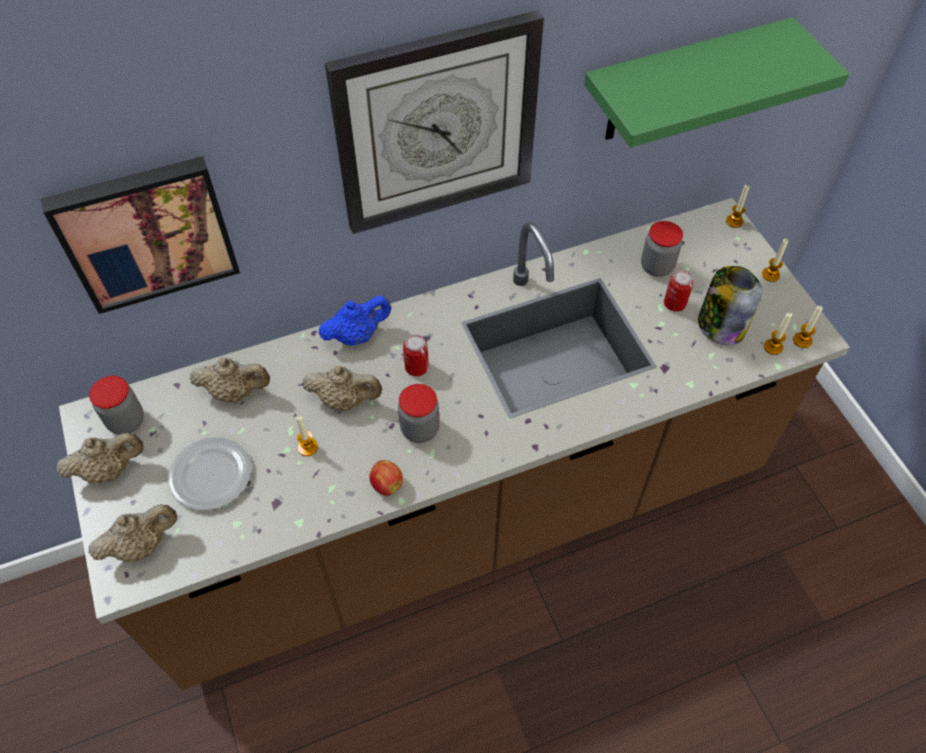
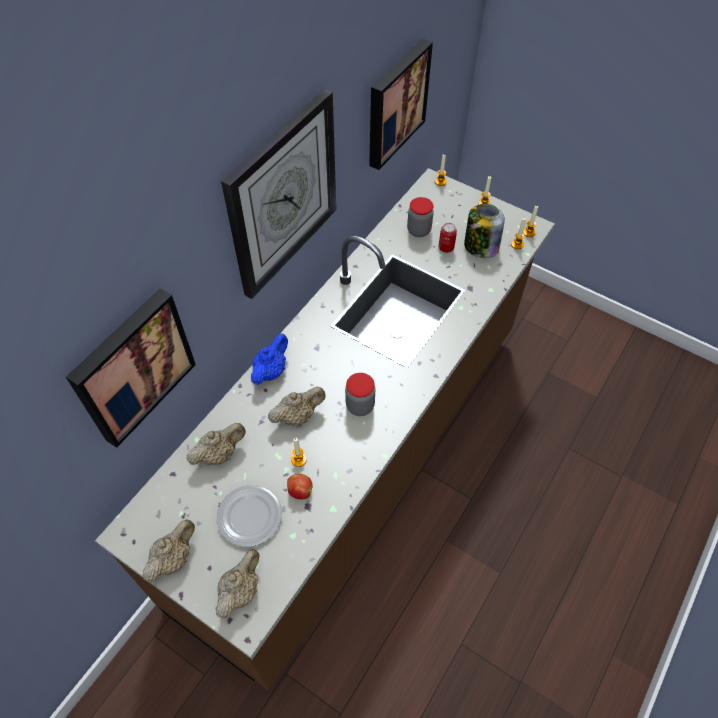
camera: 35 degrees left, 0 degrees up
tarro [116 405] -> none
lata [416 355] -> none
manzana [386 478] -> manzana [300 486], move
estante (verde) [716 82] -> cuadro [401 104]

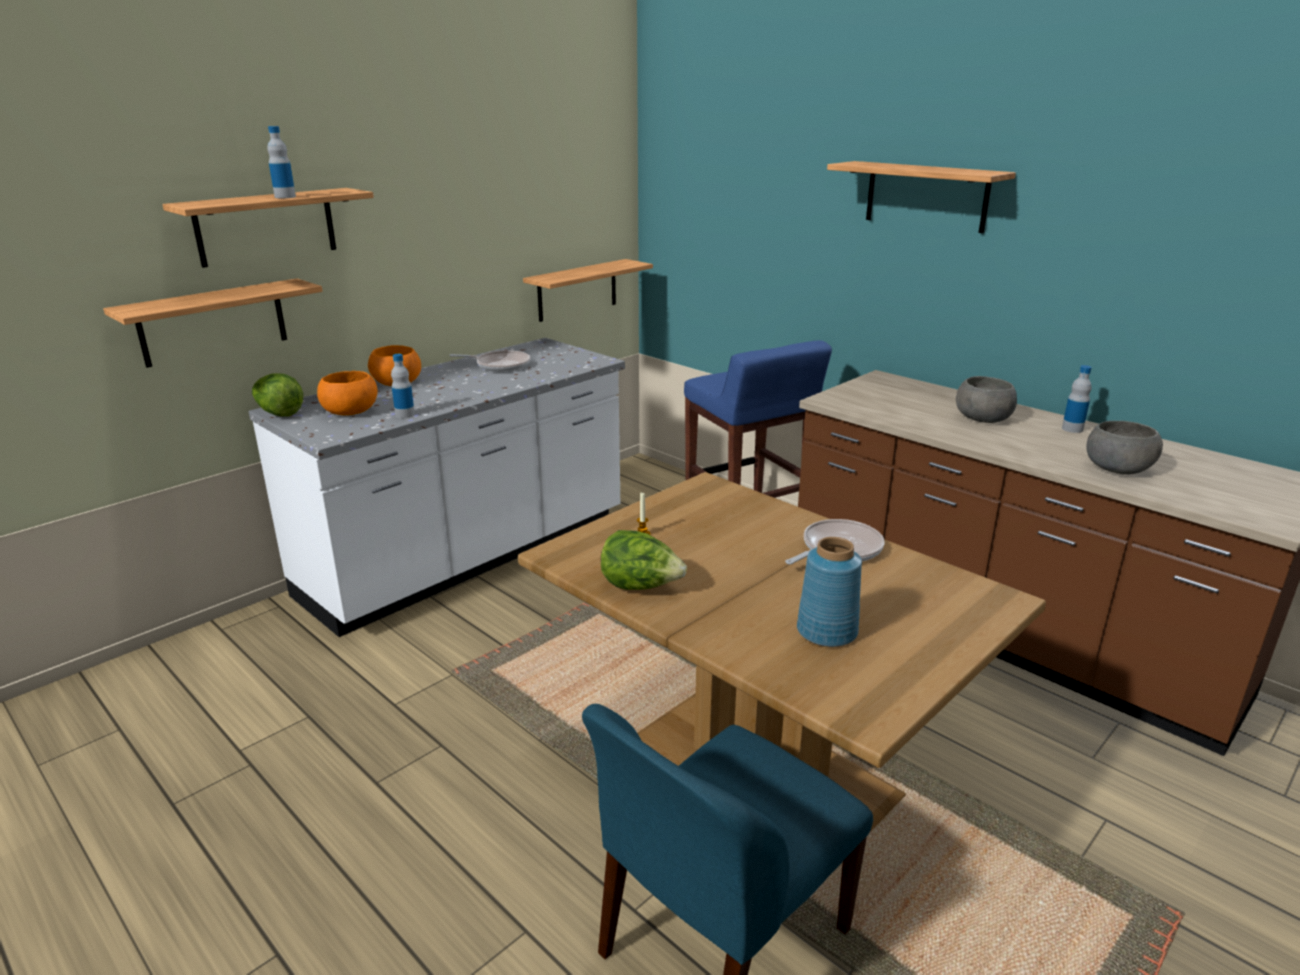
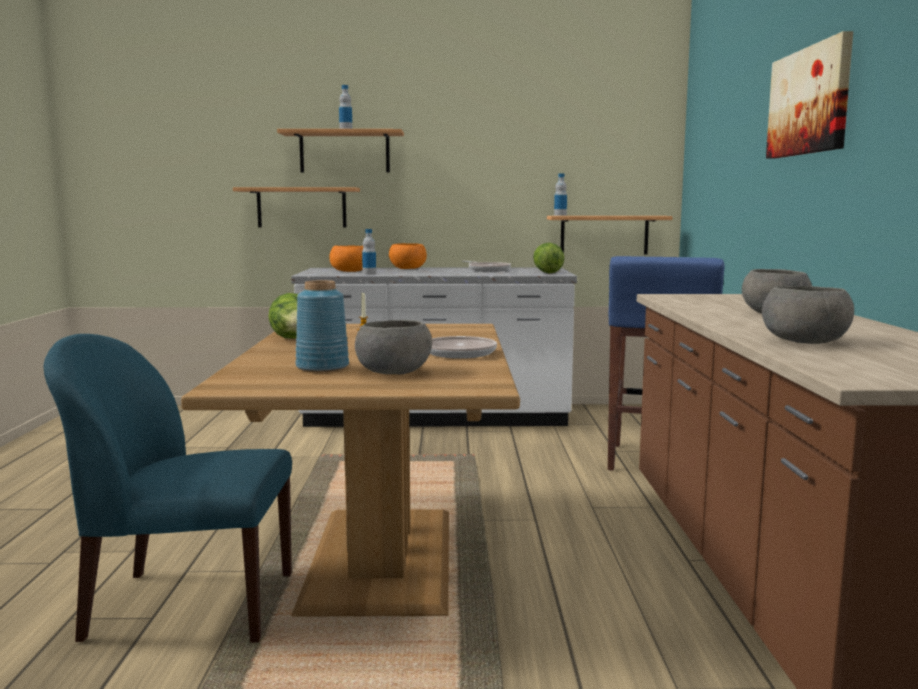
camera: 45 degrees right, 15 degrees down
none -> cuenco (gris) [393 347]
lechuga [277 395] -> lechuga [548 258], move
botella [1077 399] -> botella [560 195], move
estante [921 197] -> cuadro [809 95]

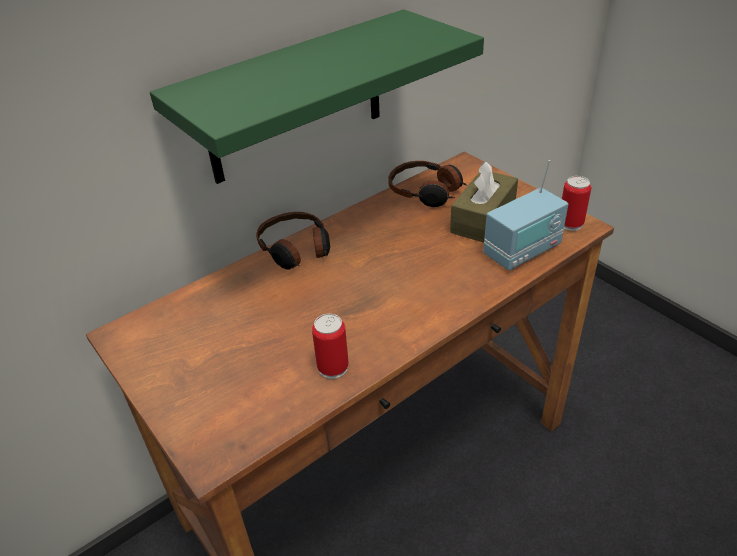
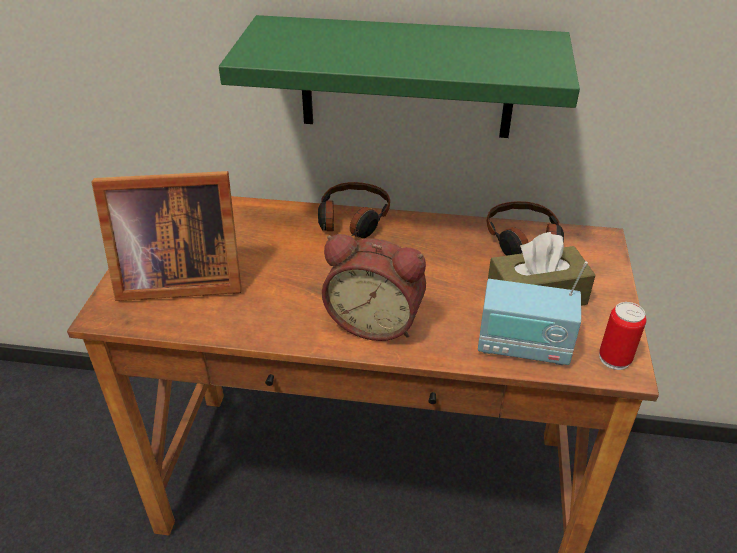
camera: 45 degrees right, 0 degrees up
lata [330 346] -> none
none -> portarretratos [166 236]
none -> despertador [374 287]

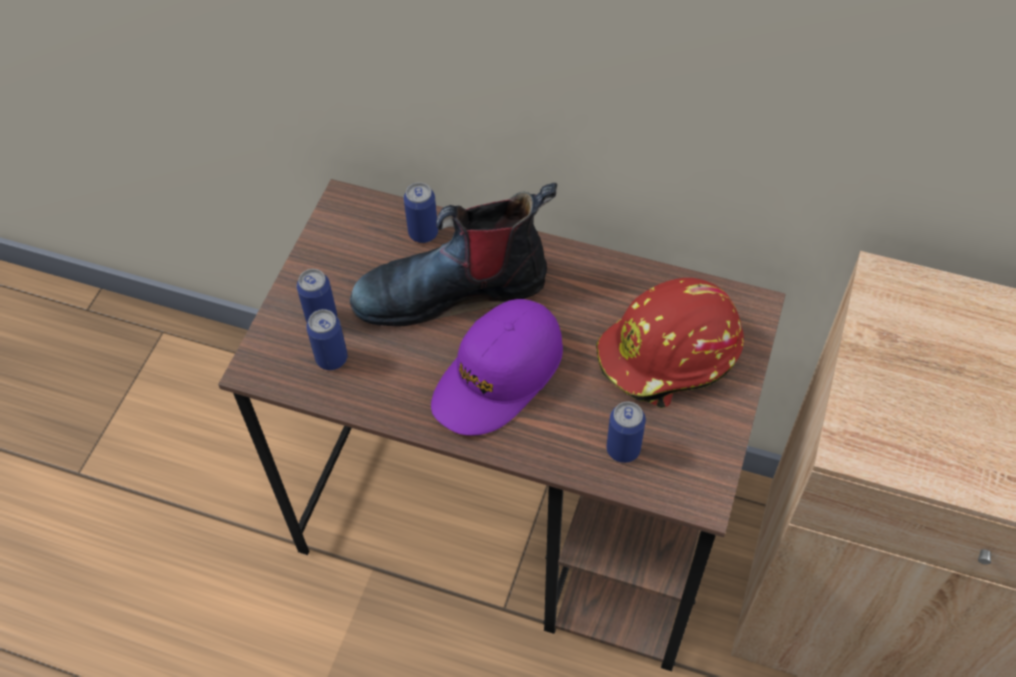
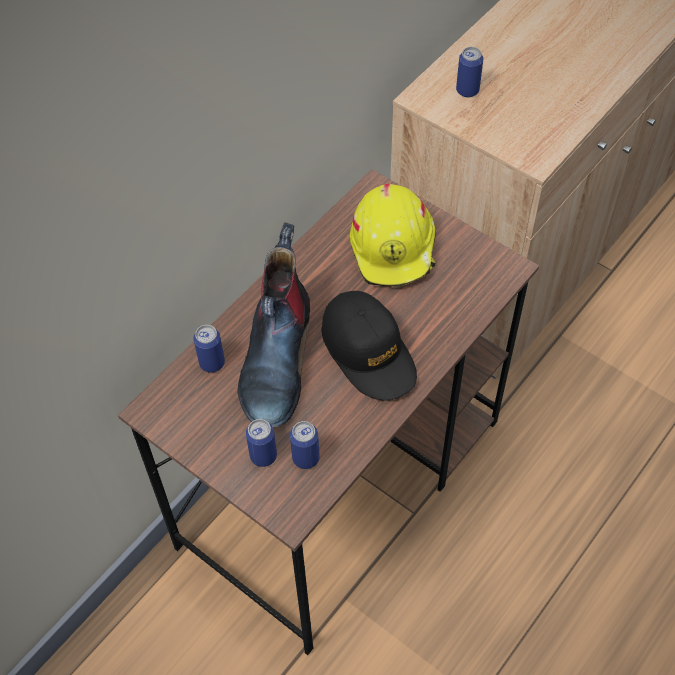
camera: 70 degrees left, 0 degrees up
lata [626 432] -> lata [469 72], move
gorra (morado) [497 367] -> gorra (negro) [369 346]
casco (rojo) [670 343] -> casco (amarillo) [393 235]

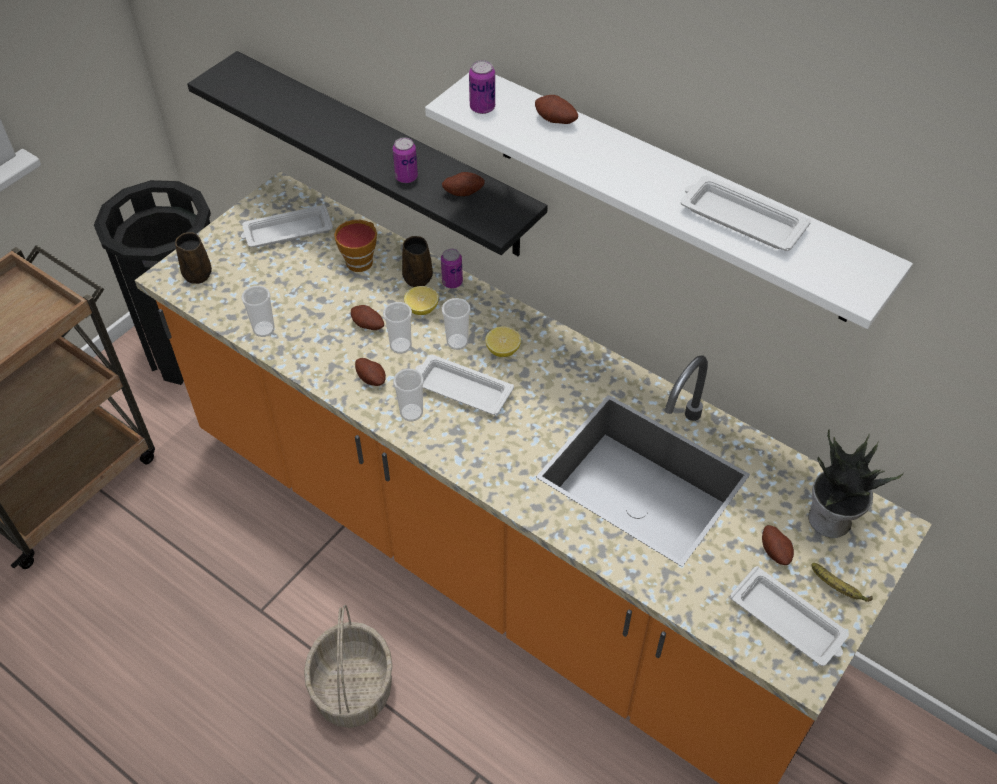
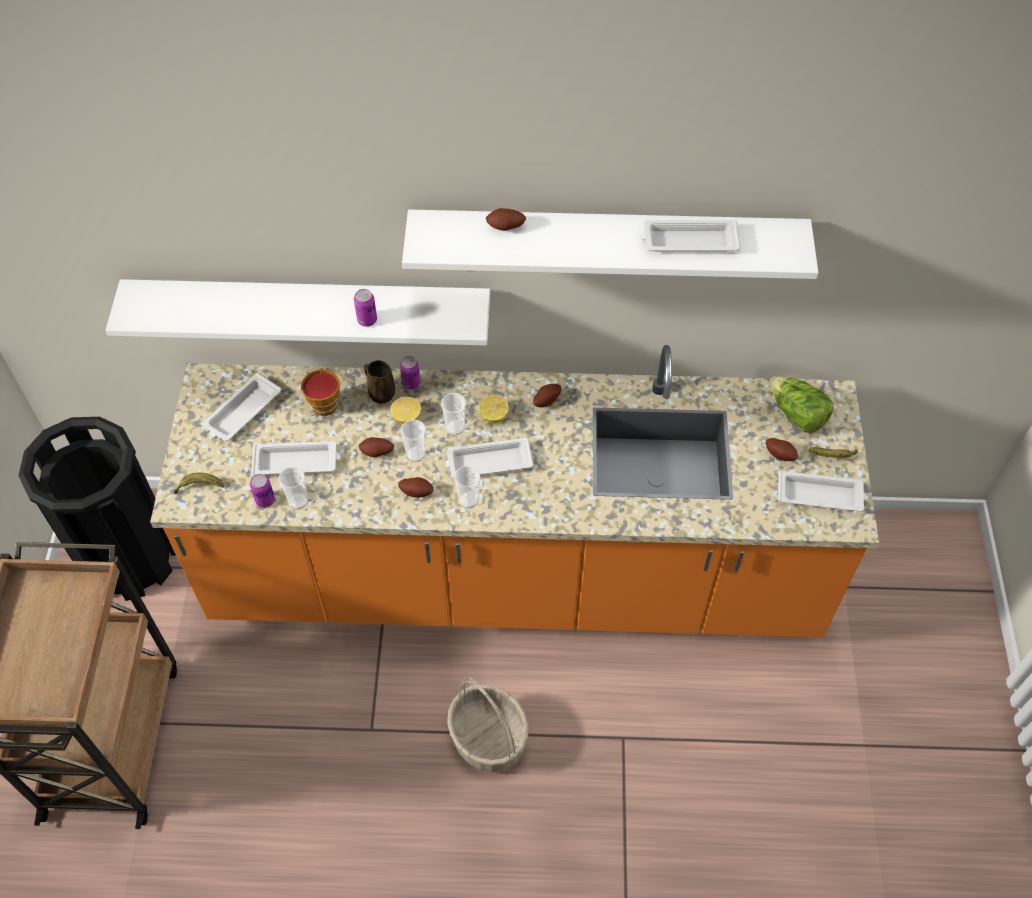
camera: 35 degrees left, 5 degrees up
none -> bandeja (blanco) [295 458]
patata [463 184] -> patata [547 395], move
lata [482 87] -> lata [262 491], move
taza grande (marrón) [193 258] -> plátano [199 483]
planta en maceta [856 483] -> lechuga [801 404]
estante (negro) [367 153] -> estante (blanco) [298 312]

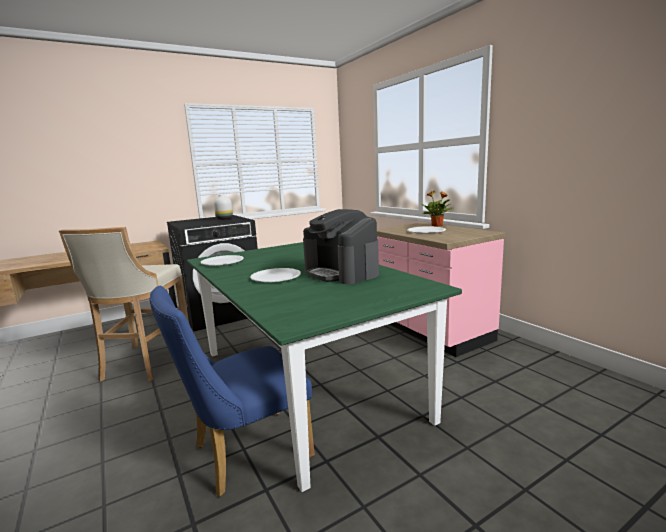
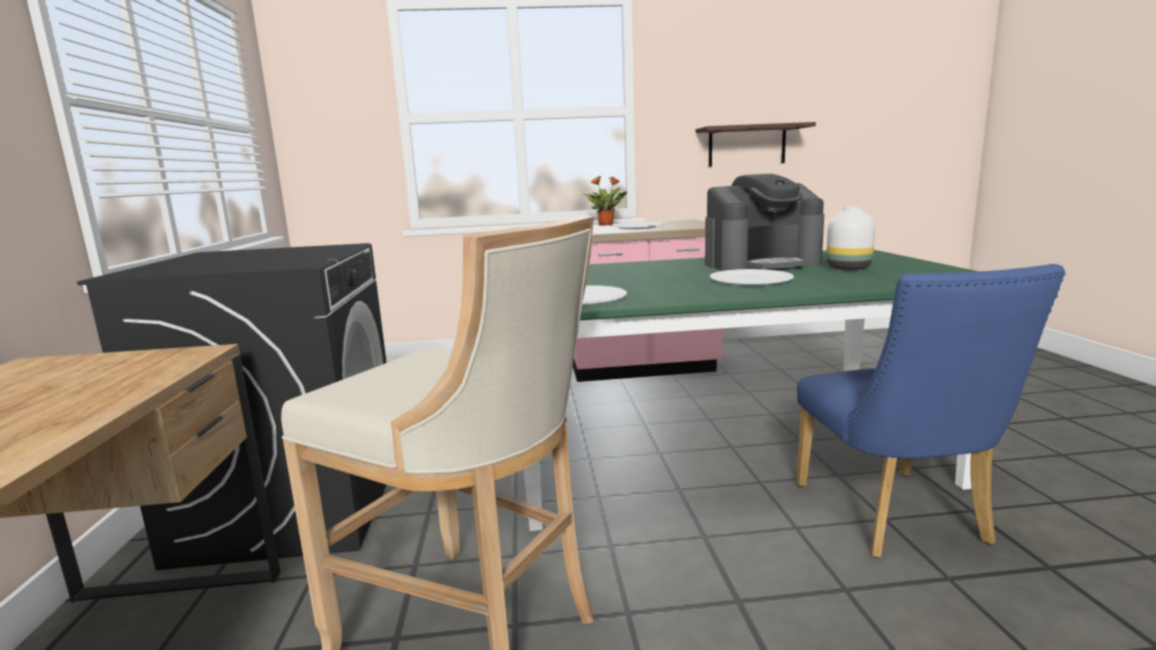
camera: 65 degrees left, 0 degrees up
none -> estante [756 144]
florero (blanco) [223 207] -> florero (blanco) [850 238], move

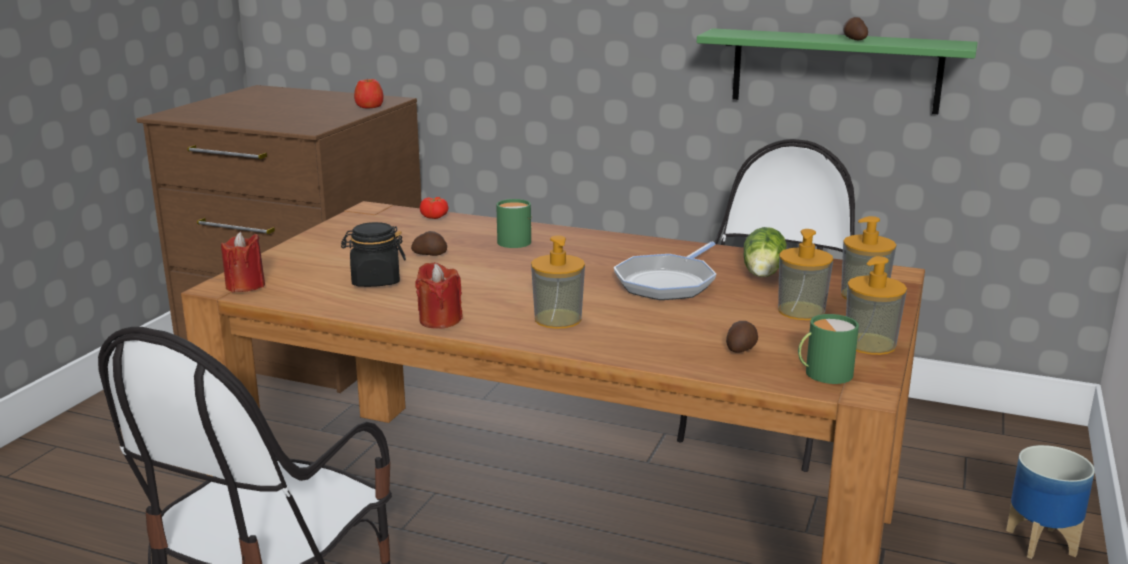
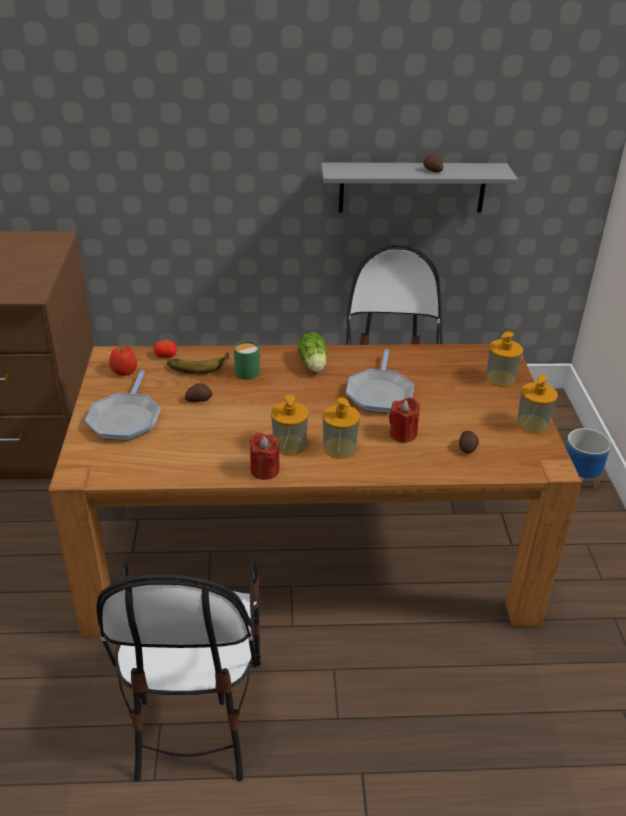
camera: 25 degrees left, 15 degrees up
tarro (negro) [373 254] -> none
taza grande (verde) [828 349] -> none
none -> sartén [122 405]
none -> plátano [198 363]
vela (rojo) [243 262] -> vela (rojo) [404 420], move
manzana [368 94] -> manzana [123 361], move
lechuga [765 252] -> lechuga [313 352], move
dispensador de jabón [805 274] -> dispensador de jabón [290 425], move
estante (verde) [837 71] -> estante (gris) [419 188]

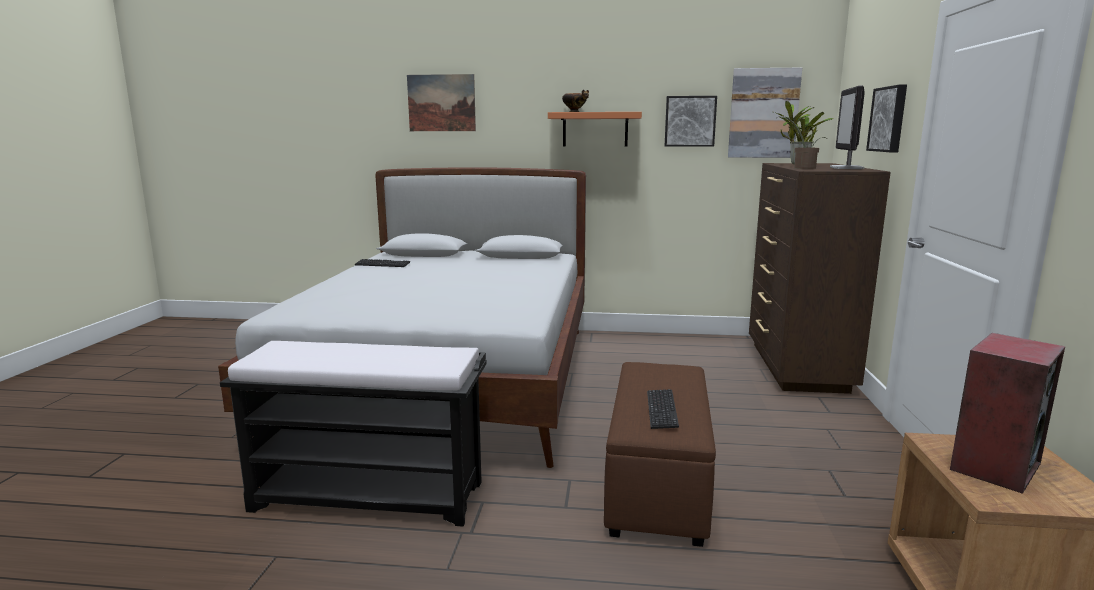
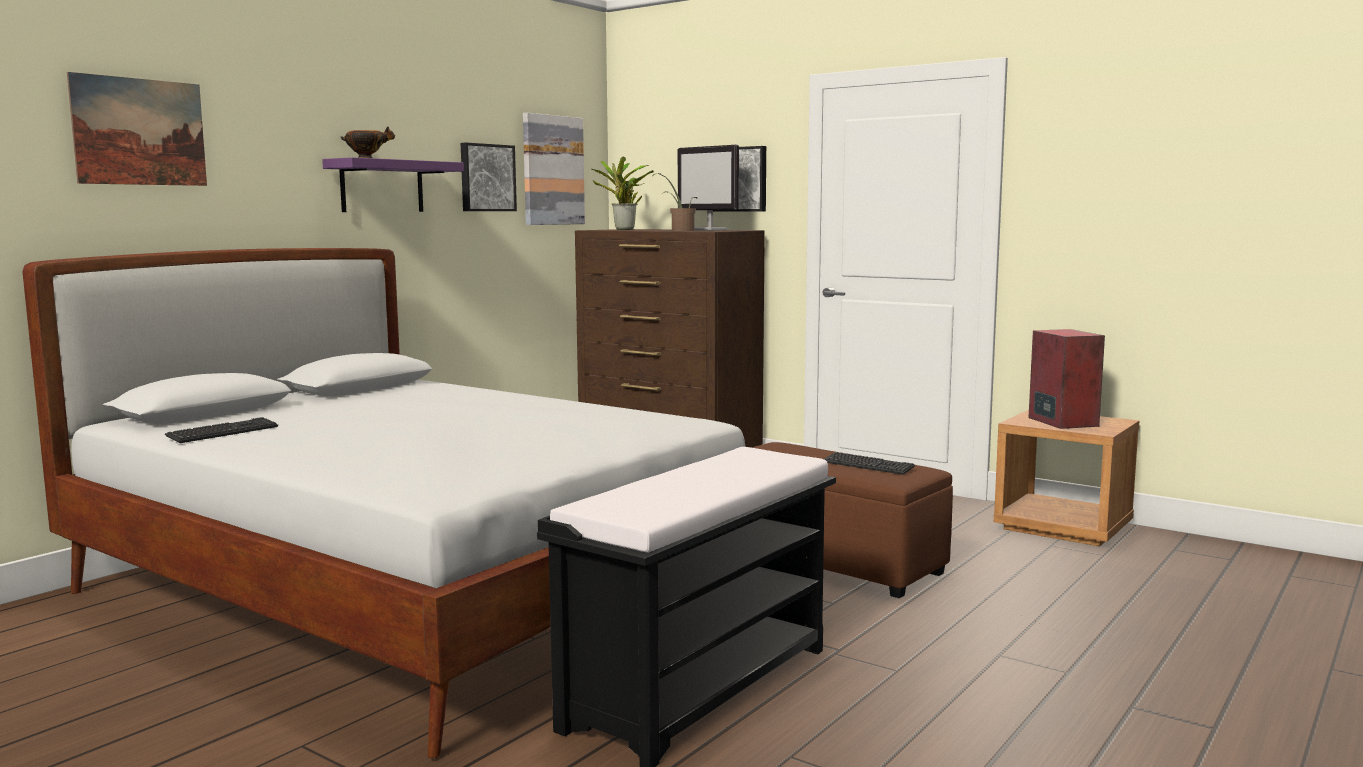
camera: 60 degrees left, 5 degrees down
estante (naranja) [595 129] -> estante (morado) [393 184]

